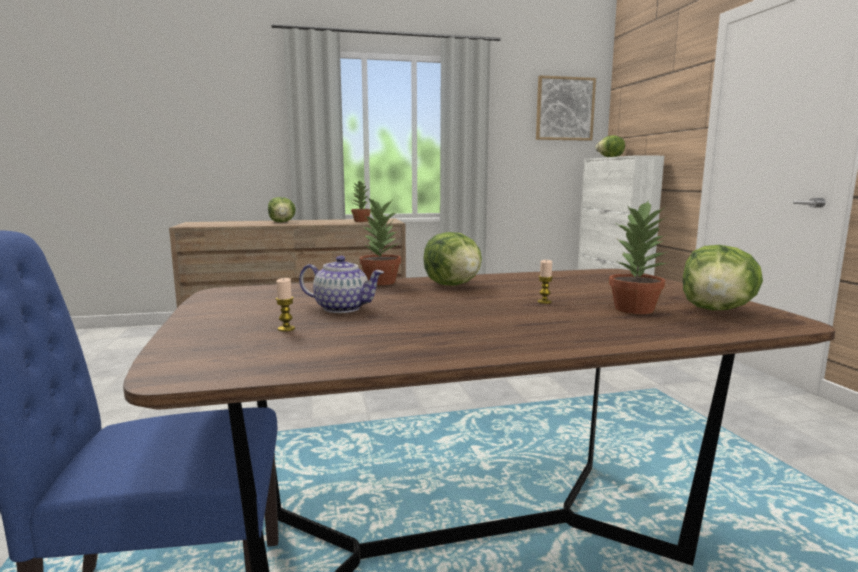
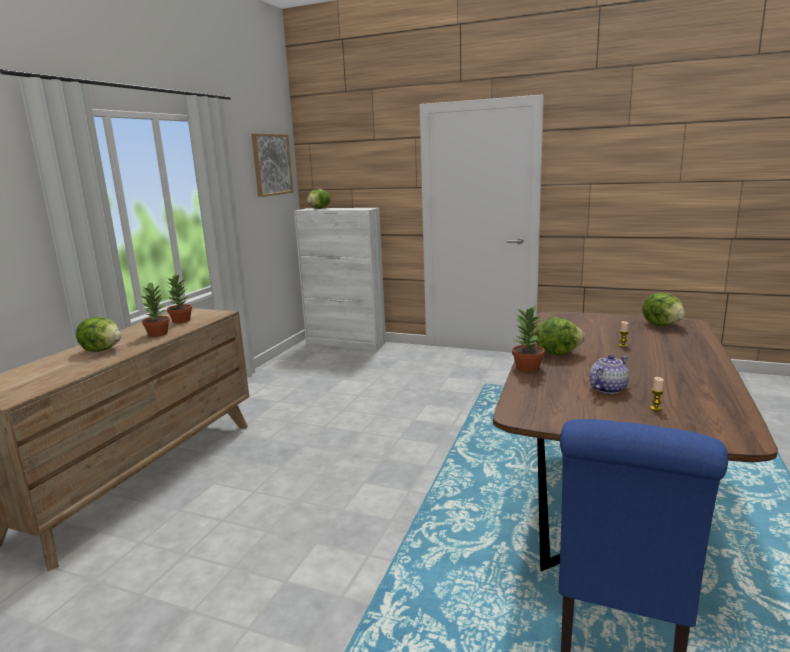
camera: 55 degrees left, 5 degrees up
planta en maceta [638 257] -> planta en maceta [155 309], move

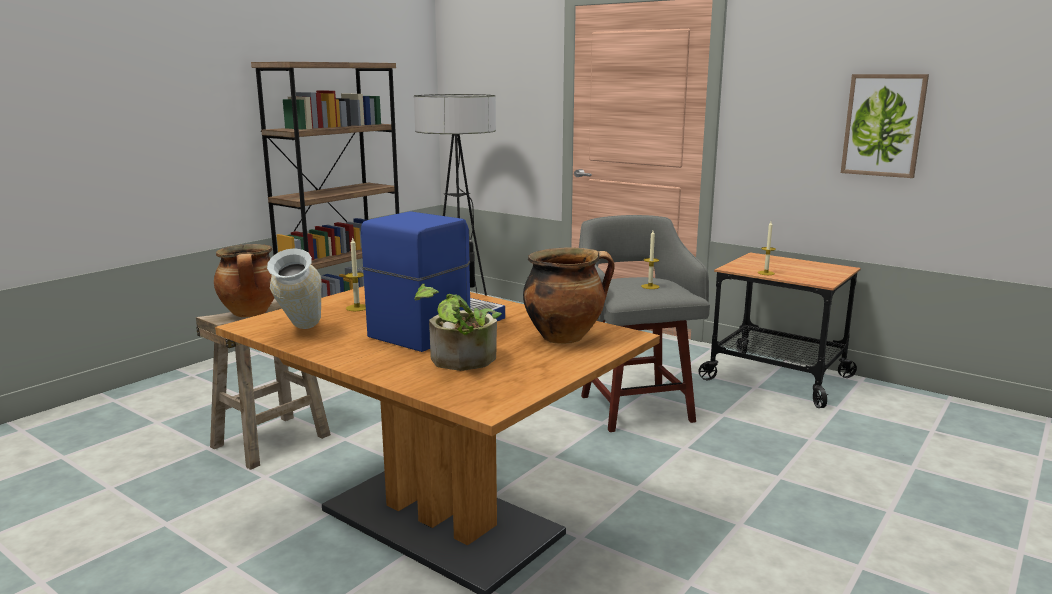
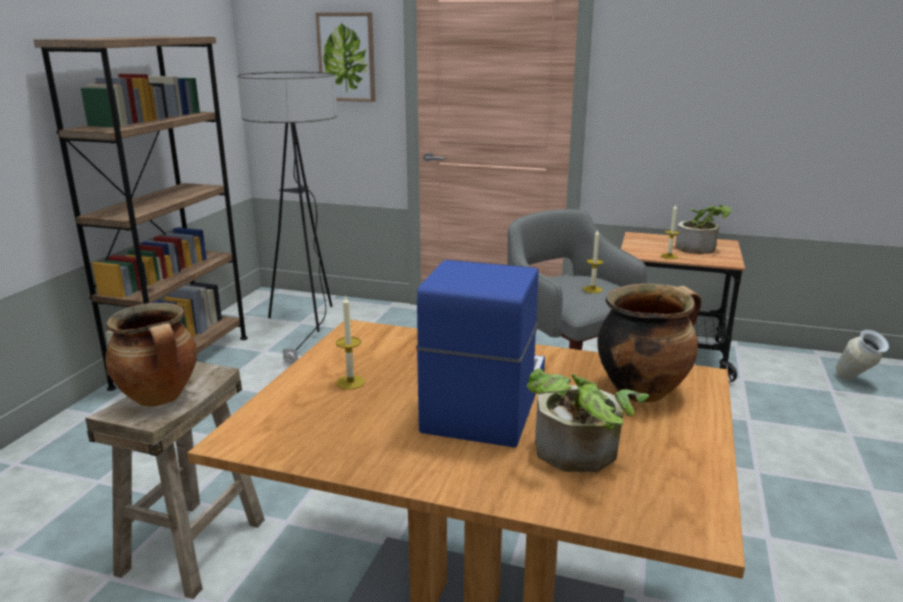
camera: 20 degrees left, 5 degrees up
none -> planta en maceta [703 229]
florero [294 288] -> florero [862 354], move
cuadro [885 126] -> cuadro [345 57], move

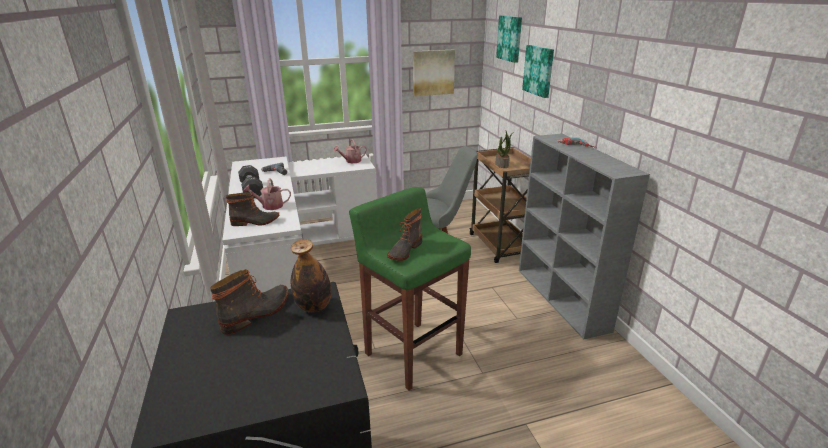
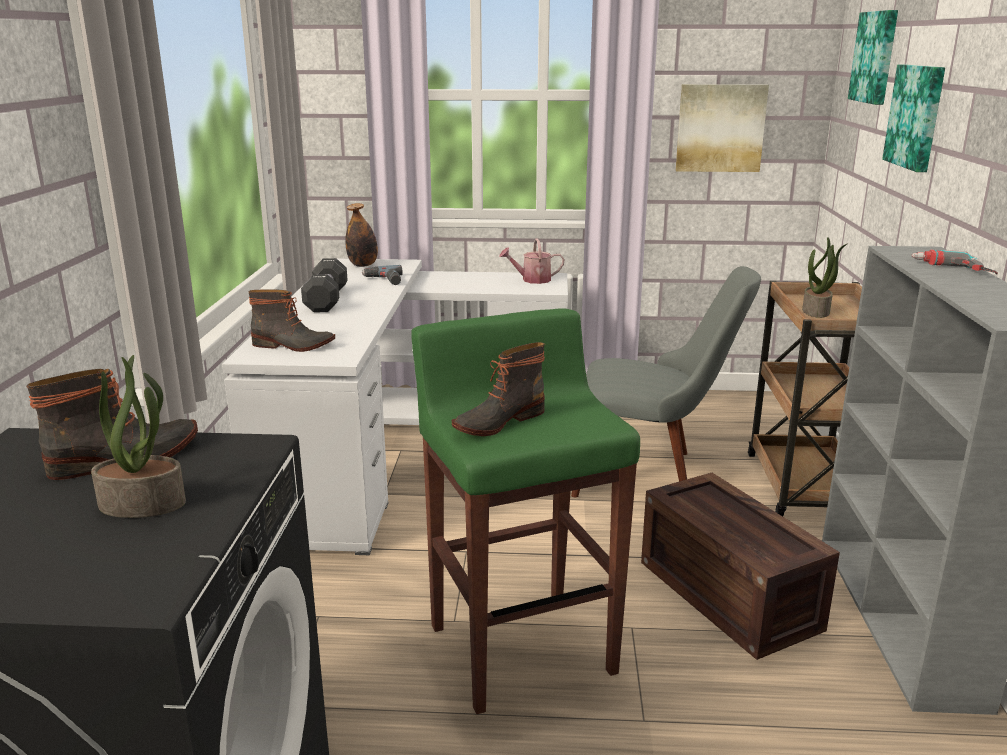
camera: 20 degrees right, 5 degrees down
regadera [267 194] -> none
none -> planta en maceta [138 436]
none -> caja de embalaje [740 566]
botella [311 276] -> botella [361 235], move

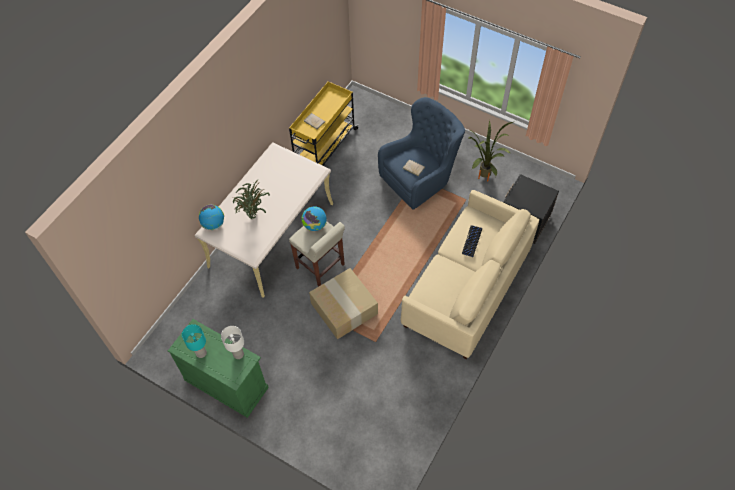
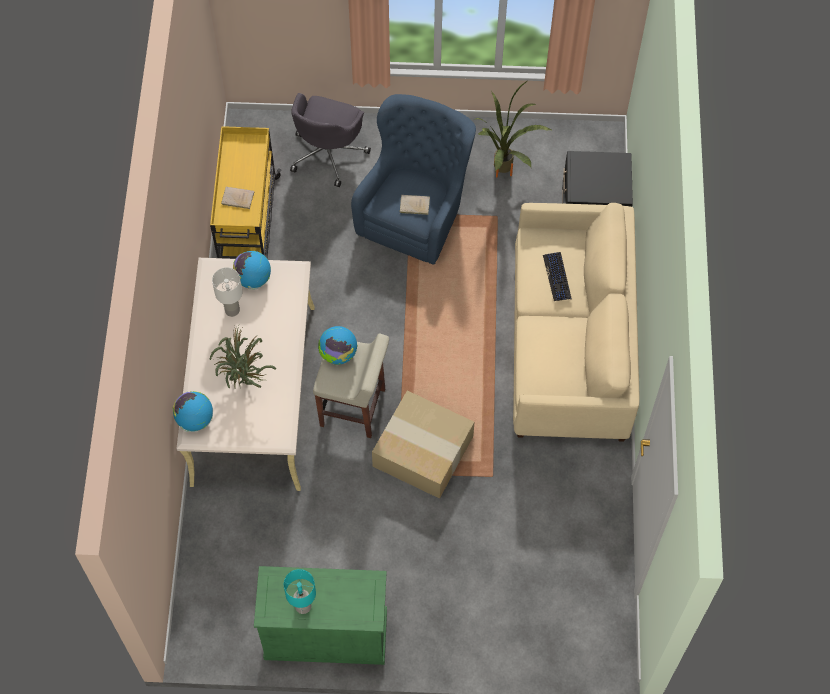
camera: 30 degrees left, 5 degrees up
none -> globo terráqueo [252 270]
none -> silla de oficina (gris) [330 140]
lámpara de mesa (blanco) [232 342] -> lámpara de mesa (blanco) [227 292], move

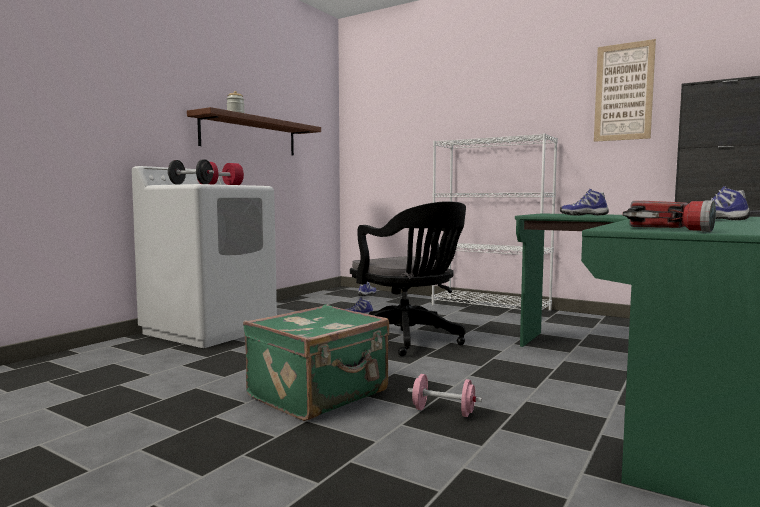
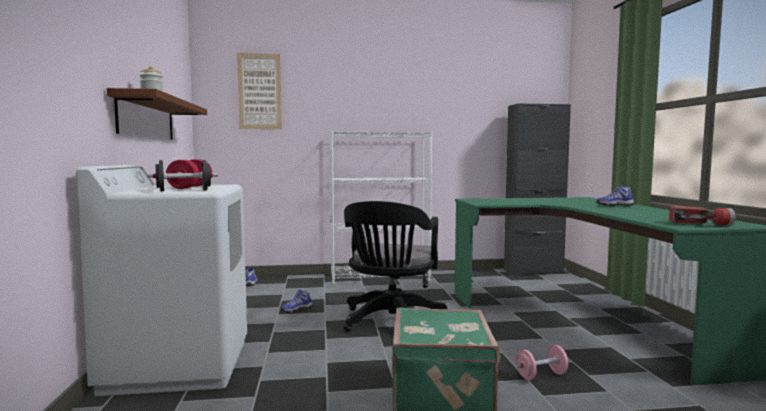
camera: 40 degrees left, 0 degrees up
zapato [584 202] -> none
cuadro [625 90] -> cuadro [259 91], move
silla de oficina (negro) [408 278] -> silla de oficina (negro) [395 266], 90 degrees clockwise

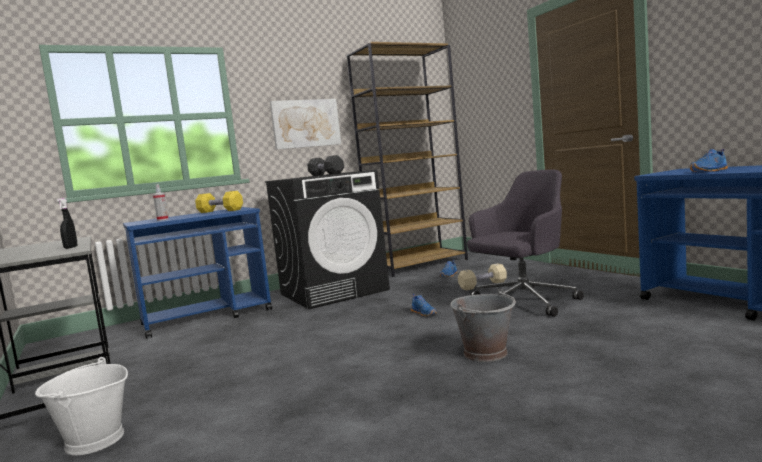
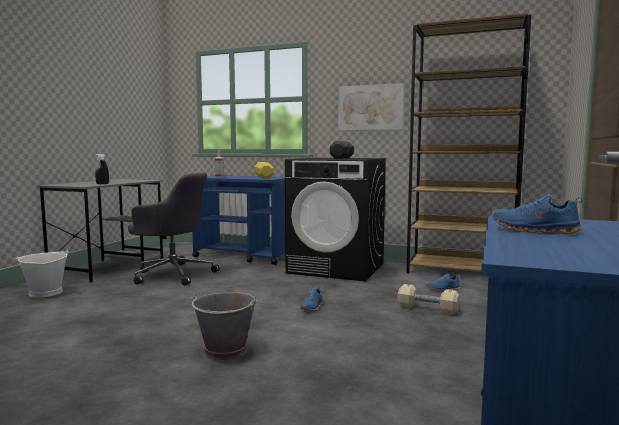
camera: 50 degrees right, 0 degrees up
silla de oficina (gris) [525 243] -> silla de oficina (gris) [173 229], move

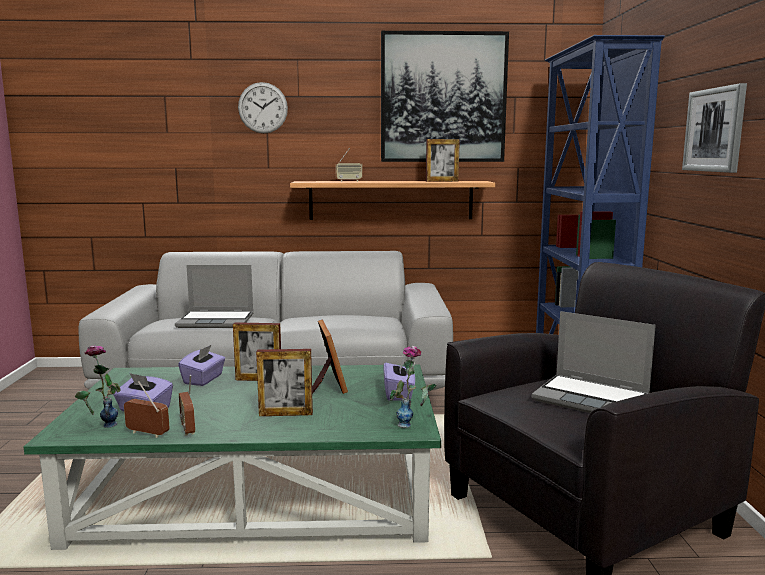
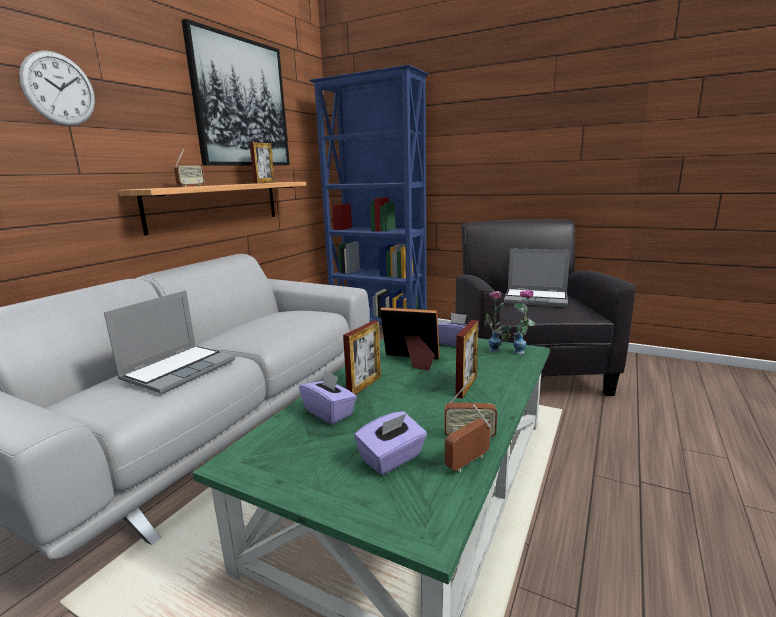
camera: 60 degrees left, 5 degrees up
cuadro [714 128] -> none
florero [98 386] -> florero [497 321], move
portátil [594 362] -> portátil [537 277], 45 degrees clockwise

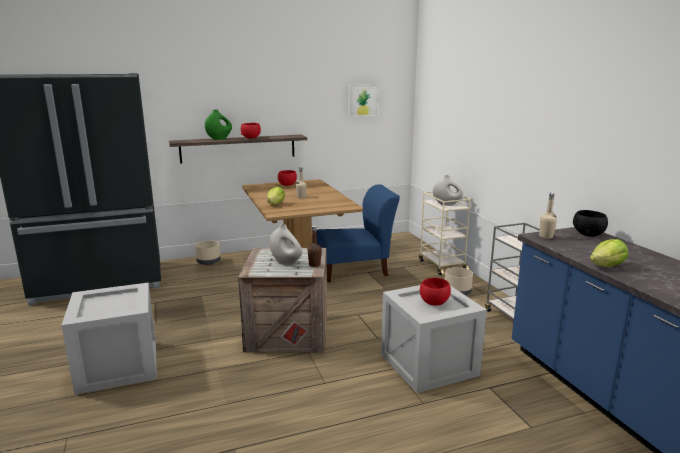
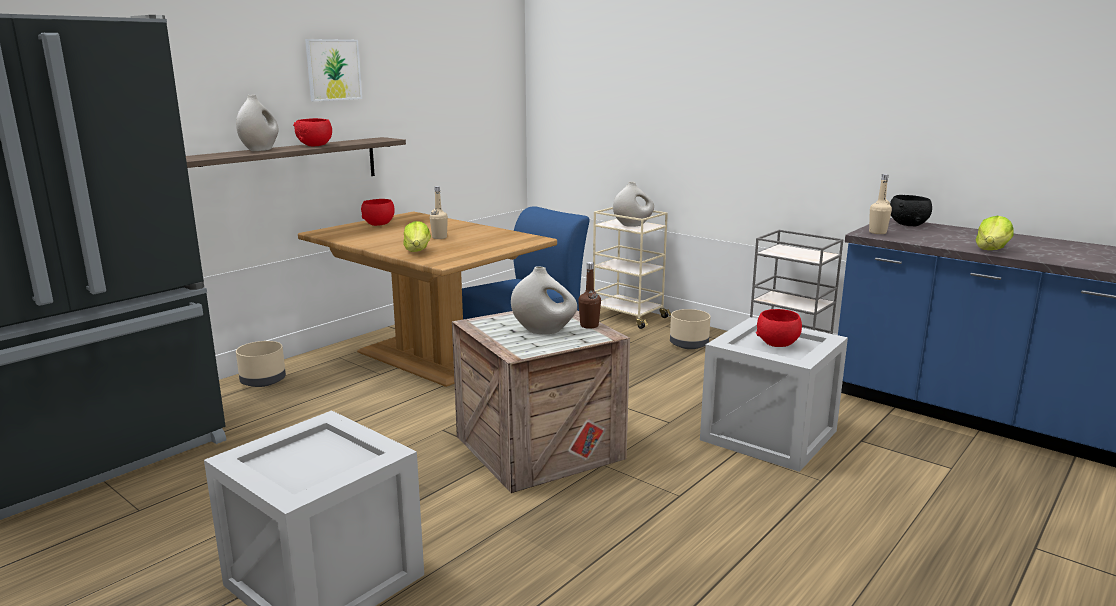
camera: 30 degrees left, 0 degrees up
cuadro [363 100] -> cuadro [333 70], move
florero (verde) [218 124] -> florero (blanco) [257 123]

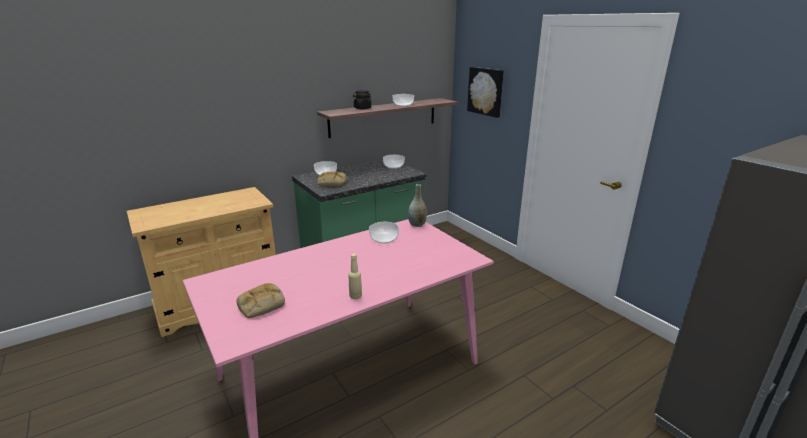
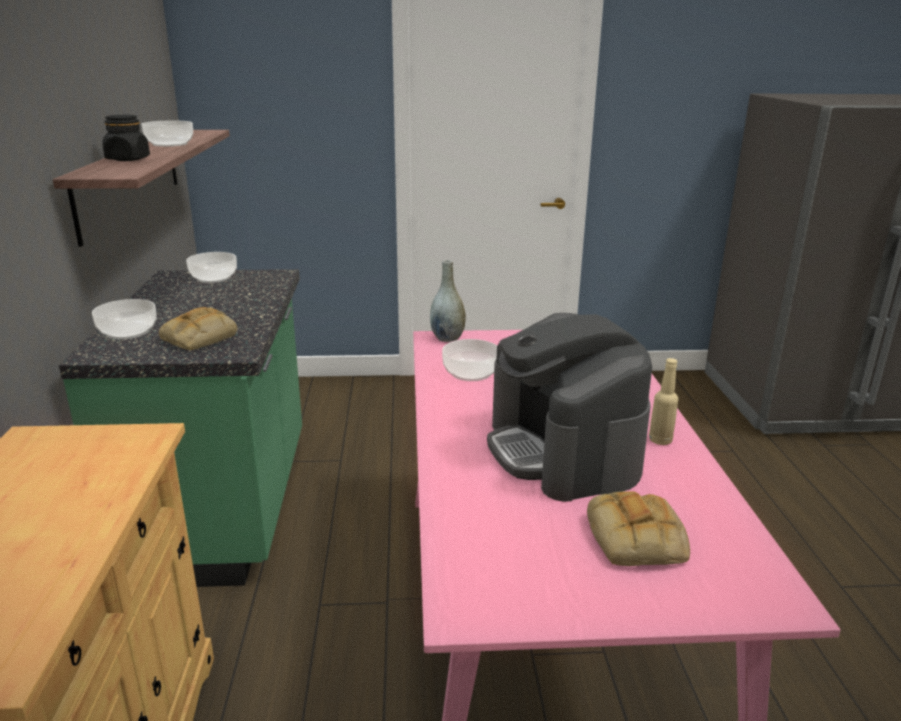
camera: 60 degrees left, 0 degrees up
cuadro [485 92] -> none
none -> cafetera [569 407]

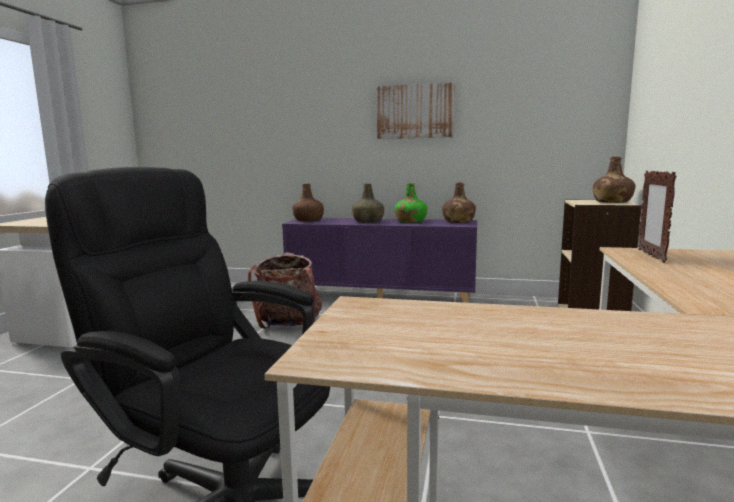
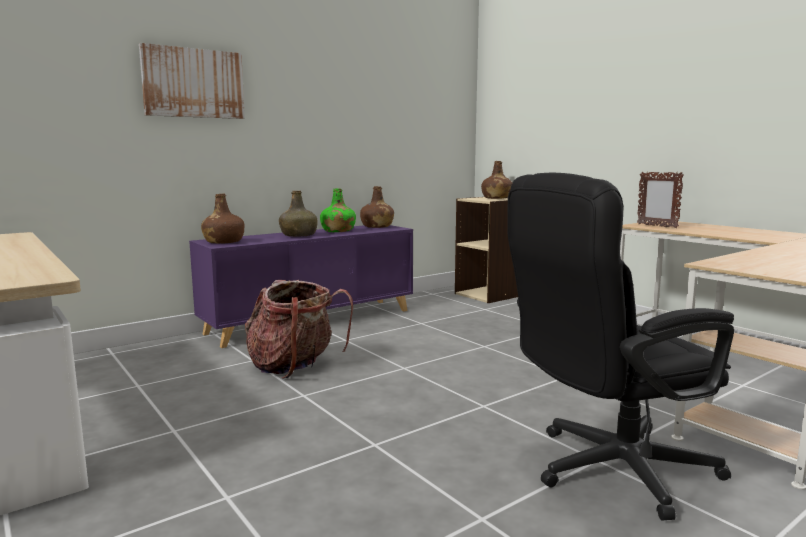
camera: 50 degrees left, 0 degrees up
cuadro [416 111] -> cuadro [192 81], move

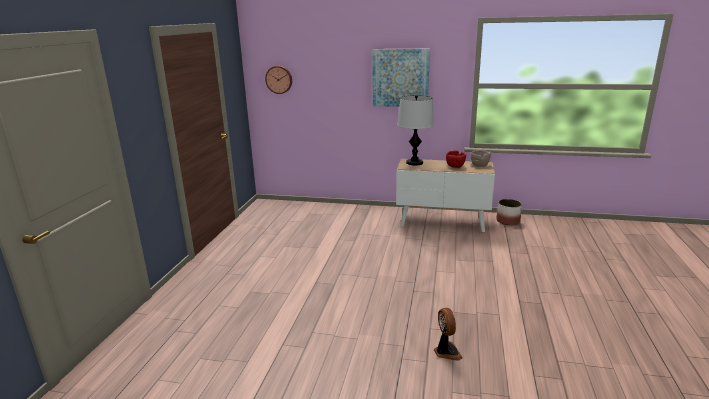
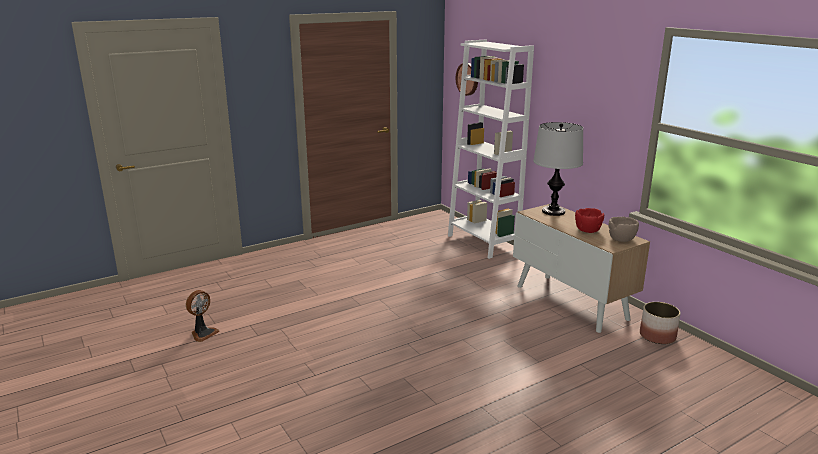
camera: 45 degrees right, 0 degrees up
cuadro [401 77] -> none
none -> estantería (blanco) [491 149]
ventilador [448 334] -> ventilador [203 316], move

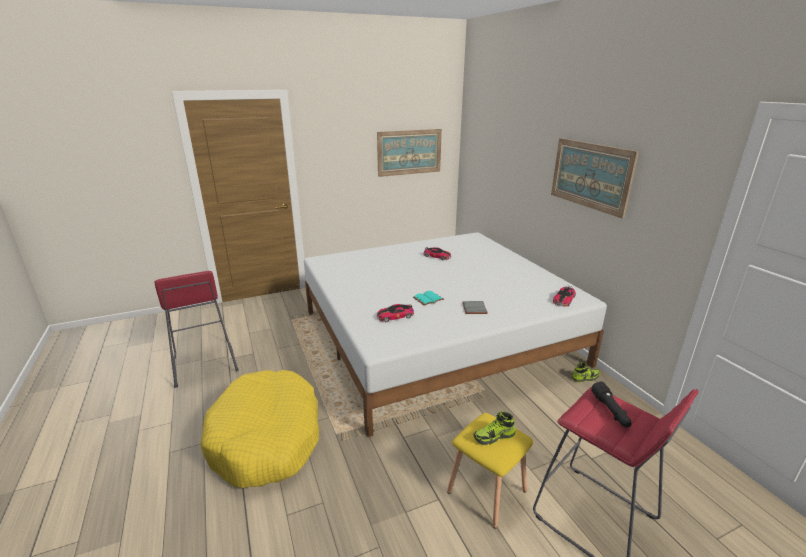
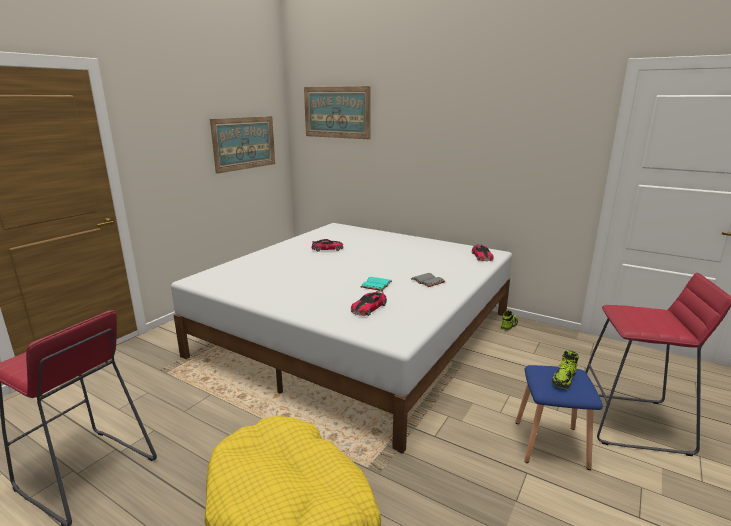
camera: 35 degrees left, 5 degrees down
linterna (negro) [611 404] -> none
cuadro [595 178] -> cuadro [337 112], move
taburete (amarillo) [490 471] -> taburete (azul) [559 417]

